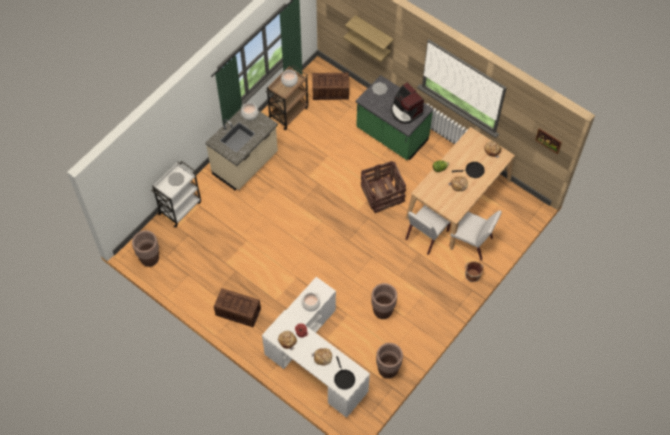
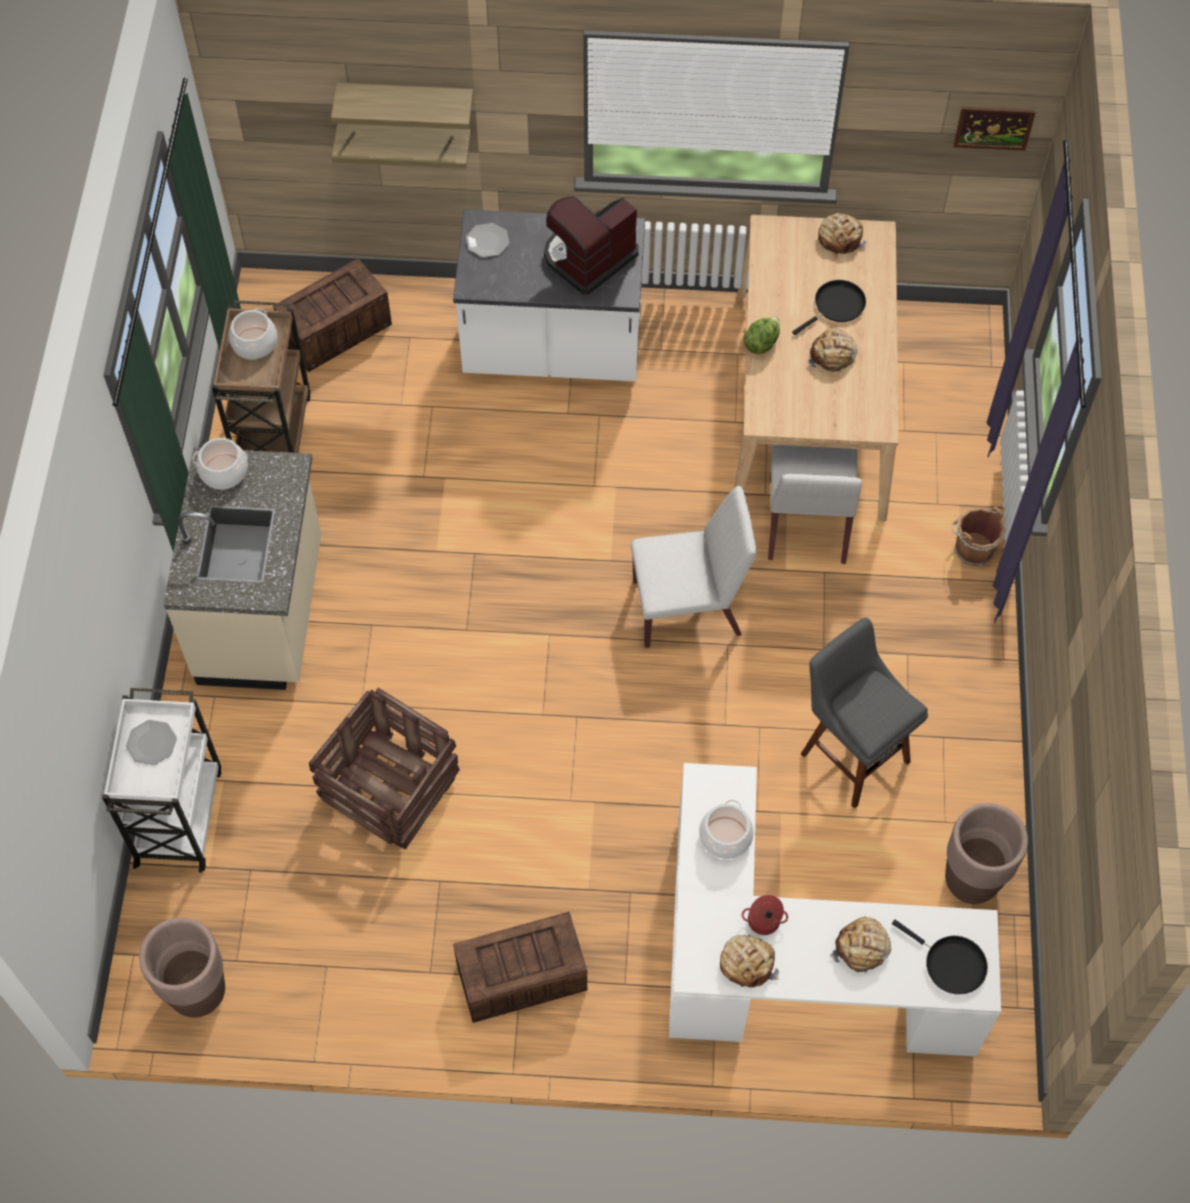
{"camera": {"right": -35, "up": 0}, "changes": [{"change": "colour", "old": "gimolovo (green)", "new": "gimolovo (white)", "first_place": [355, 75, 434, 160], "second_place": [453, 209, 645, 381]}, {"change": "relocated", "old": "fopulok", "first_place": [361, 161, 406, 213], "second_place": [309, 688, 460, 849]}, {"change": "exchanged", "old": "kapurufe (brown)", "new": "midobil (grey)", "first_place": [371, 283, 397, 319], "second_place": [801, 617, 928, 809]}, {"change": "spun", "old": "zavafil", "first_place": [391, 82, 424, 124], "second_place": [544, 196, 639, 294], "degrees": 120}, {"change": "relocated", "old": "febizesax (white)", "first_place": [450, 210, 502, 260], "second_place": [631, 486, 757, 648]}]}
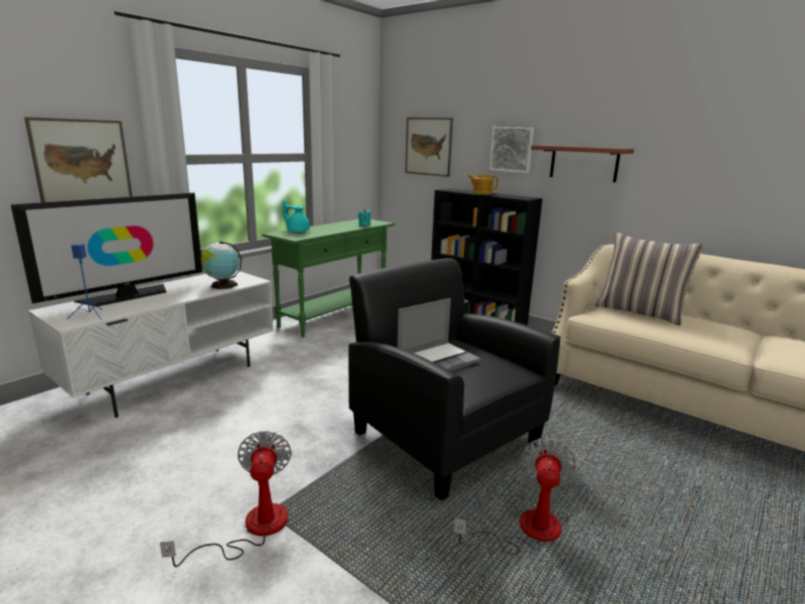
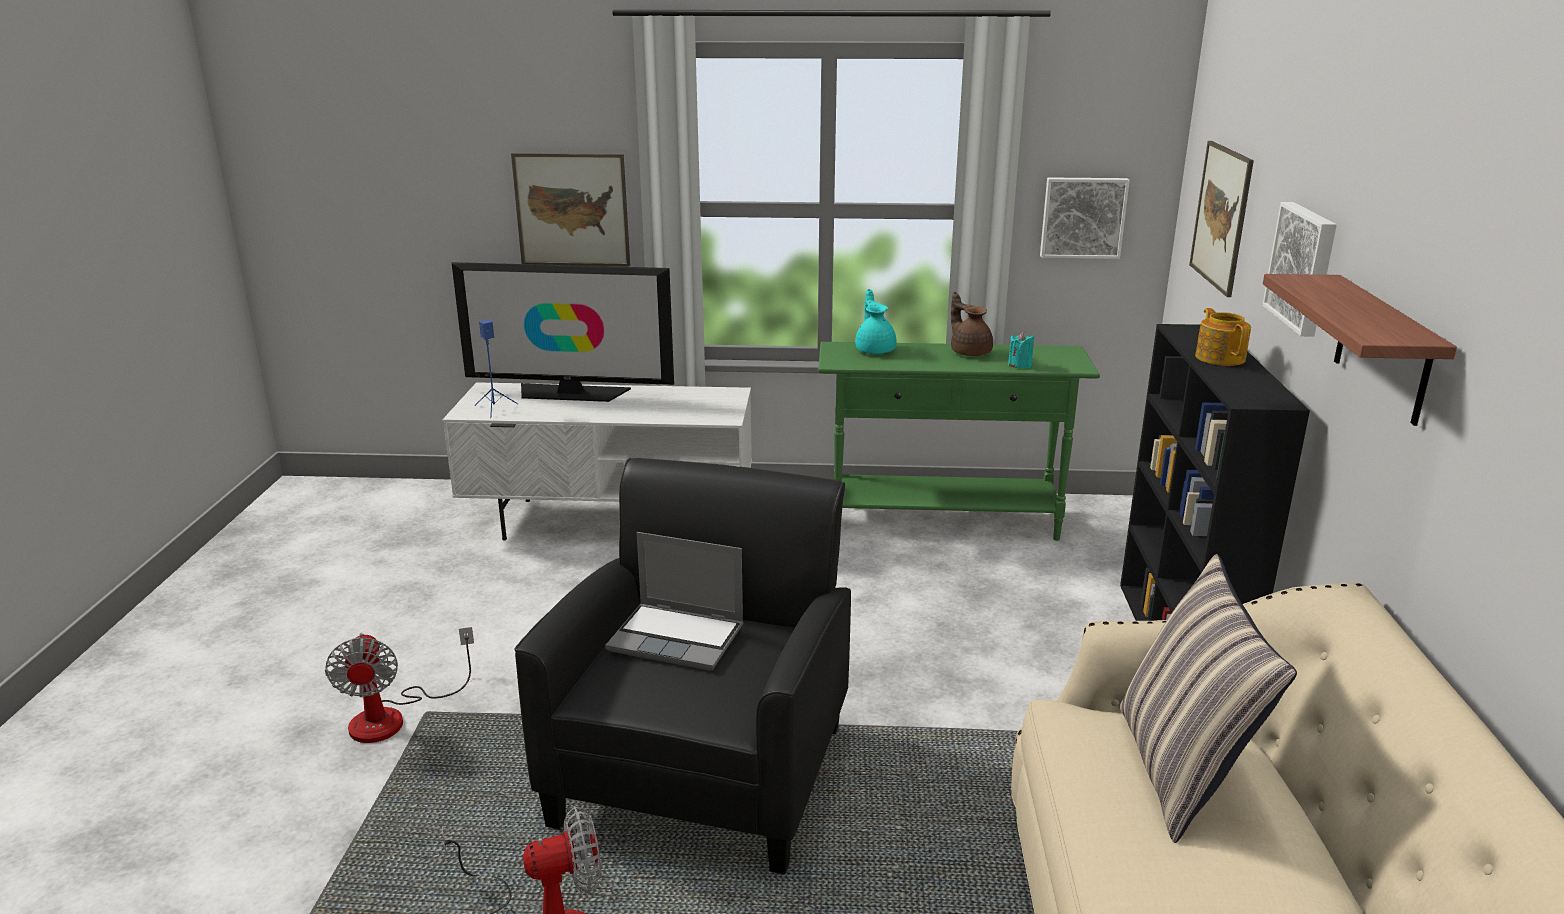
{"camera": {"right": 55, "up": 5}, "changes": [{"change": "spun", "old": "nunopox", "first_place": [160, 431, 292, 567], "second_place": [325, 627, 474, 743], "degrees": 120}, {"change": "missing", "old": "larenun", "first_place": [201, 241, 242, 289]}, {"change": "appeared", "new": "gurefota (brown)", "second_place": [951, 292, 993, 356]}, {"change": "appeared", "new": "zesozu", "second_place": [1040, 177, 1130, 259]}]}
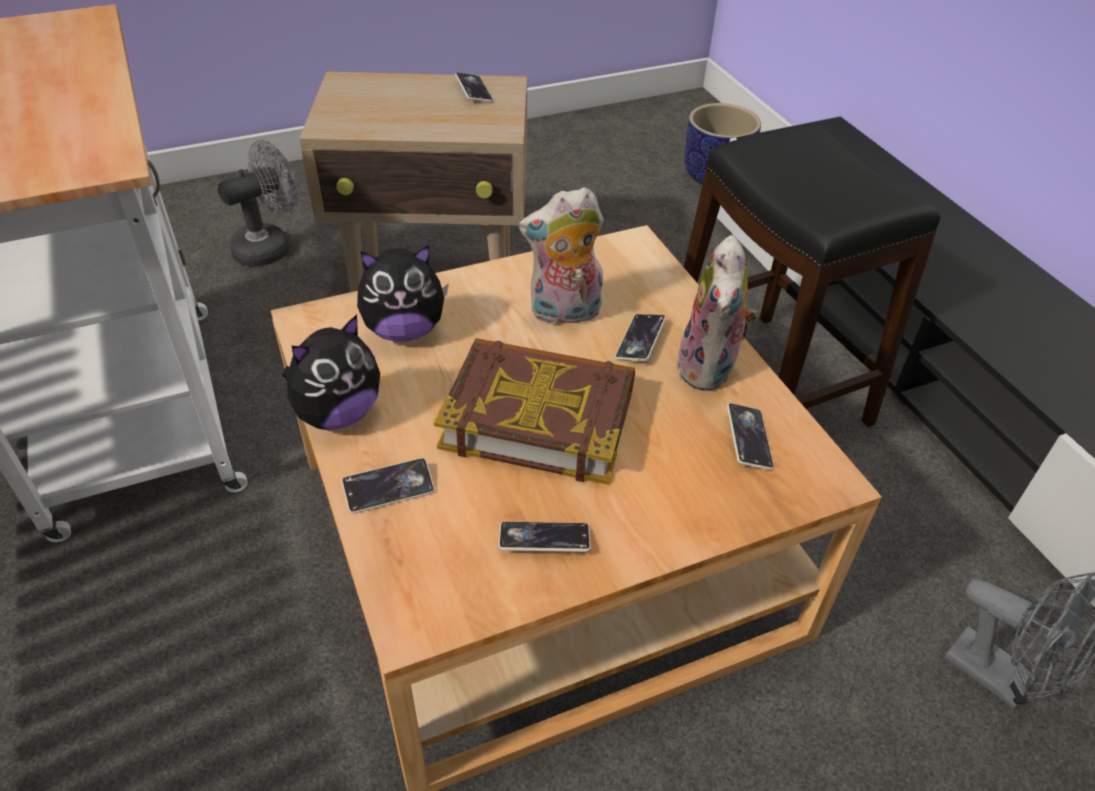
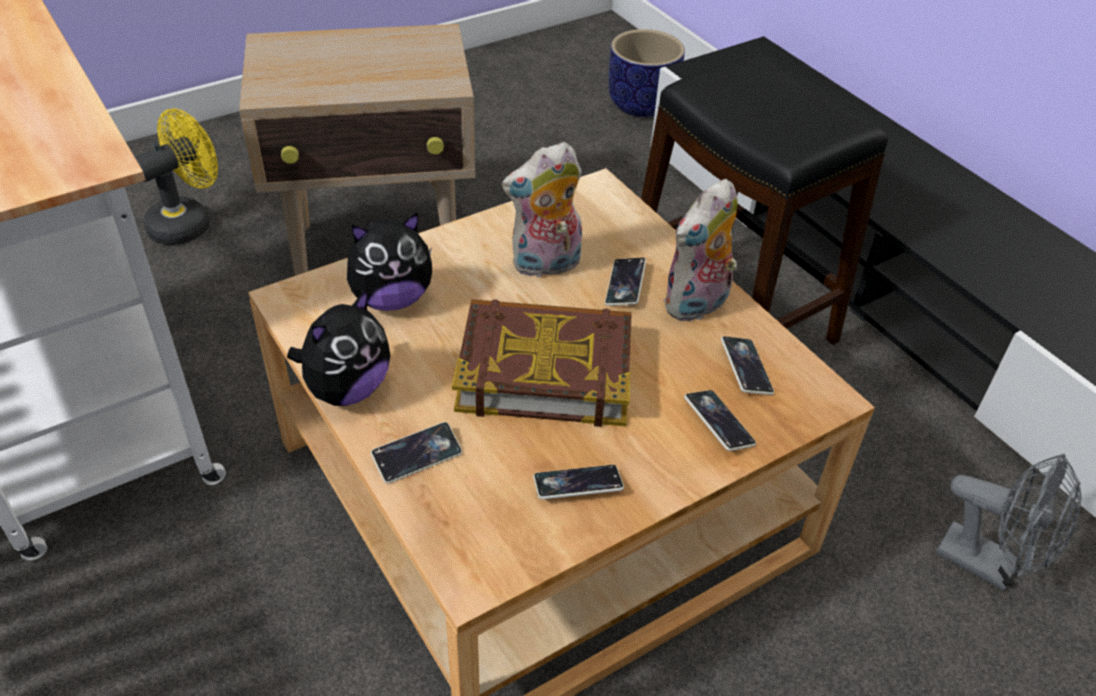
{"camera": {"right": -10, "up": 0}, "changes": [{"change": "colour", "old": "nunopox (grey)", "new": "nunopox (yellow)", "first_place": [218, 140, 298, 267], "second_place": [135, 108, 218, 245]}, {"change": "relocated", "old": "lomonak", "first_place": [455, 73, 493, 102], "second_place": [684, 390, 756, 451]}, {"change": "spun", "old": "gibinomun", "first_place": [677, 235, 758, 391], "second_place": [663, 179, 738, 323], "degrees": 45}]}
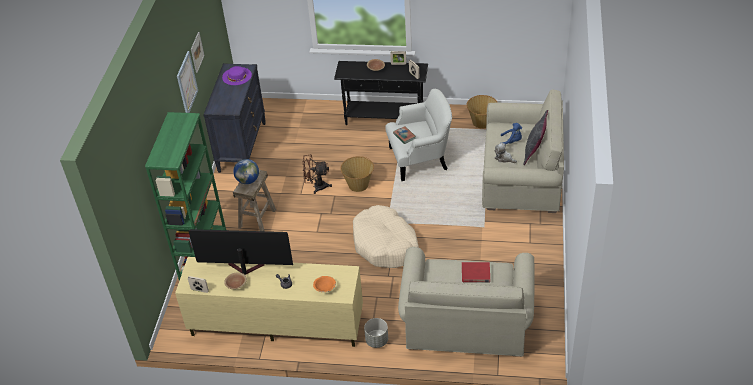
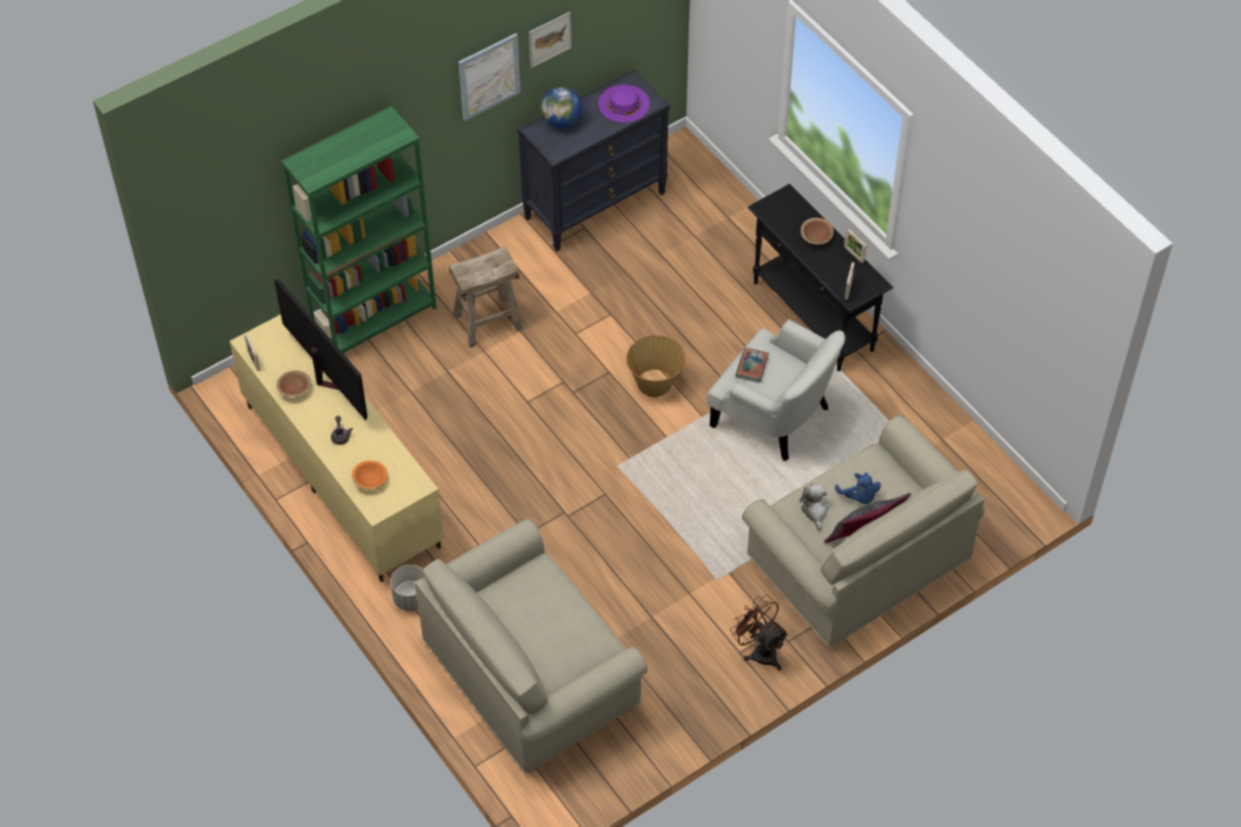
{"camera": {"right": 45, "up": 10}, "changes": [{"change": "relocated", "old": "larenun", "first_place": [233, 159, 259, 184], "second_place": [541, 87, 582, 128]}, {"change": "relocated", "old": "nunopox (brown)", "first_place": [303, 154, 332, 194], "second_place": [730, 595, 788, 670]}, {"change": "missing", "old": "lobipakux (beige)", "first_place": [353, 205, 419, 268]}, {"change": "missing", "old": "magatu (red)", "first_place": [462, 262, 490, 283]}, {"change": "missing", "old": "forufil", "first_place": [467, 95, 498, 128]}]}
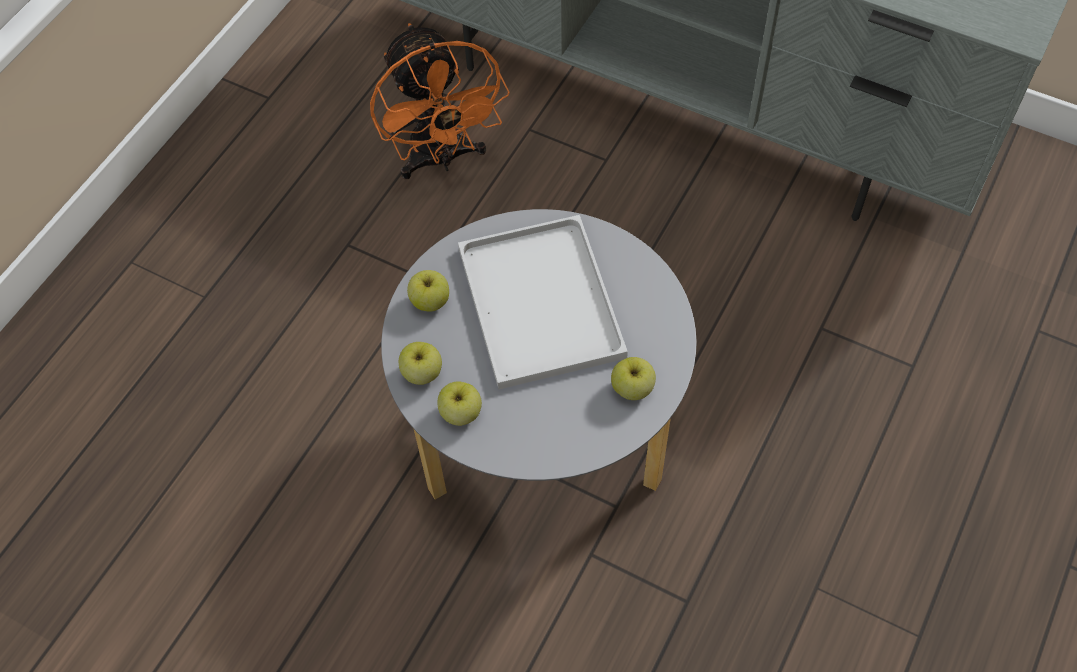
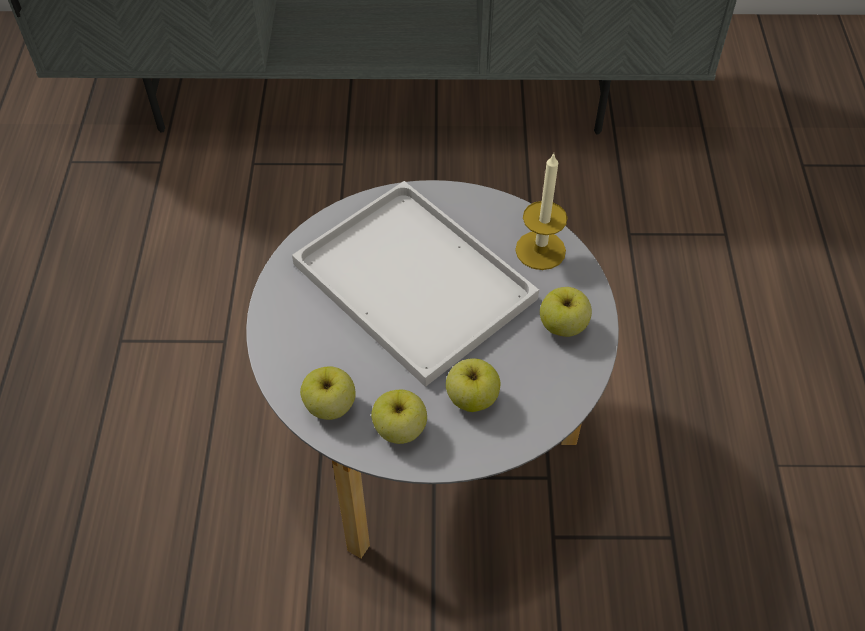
{"camera": {"right": -30, "up": -5}, "changes": [{"change": "missing", "old": "nunopox (orange)", "first_place": [370, 23, 510, 179]}, {"change": "relocated", "old": "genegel", "first_place": [407, 270, 449, 312], "second_place": [446, 358, 500, 412]}, {"change": "appeared", "new": "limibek", "second_place": [515, 152, 568, 270]}]}
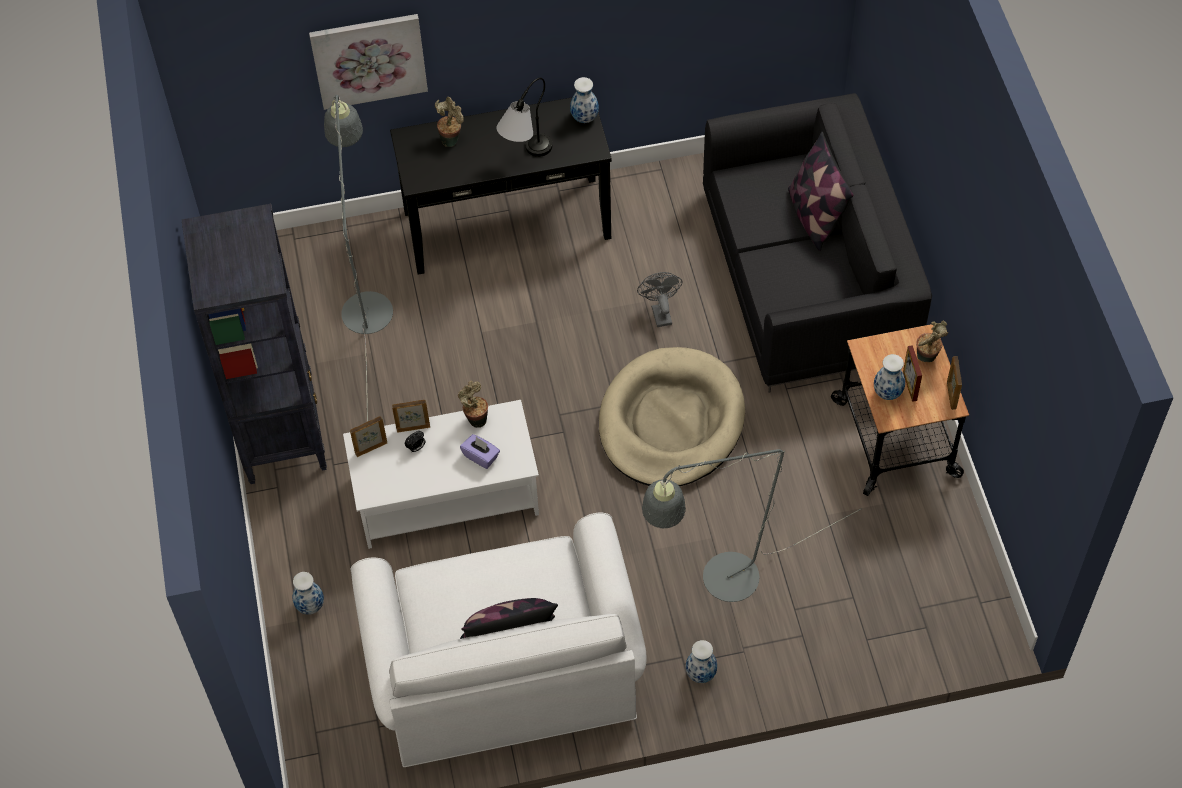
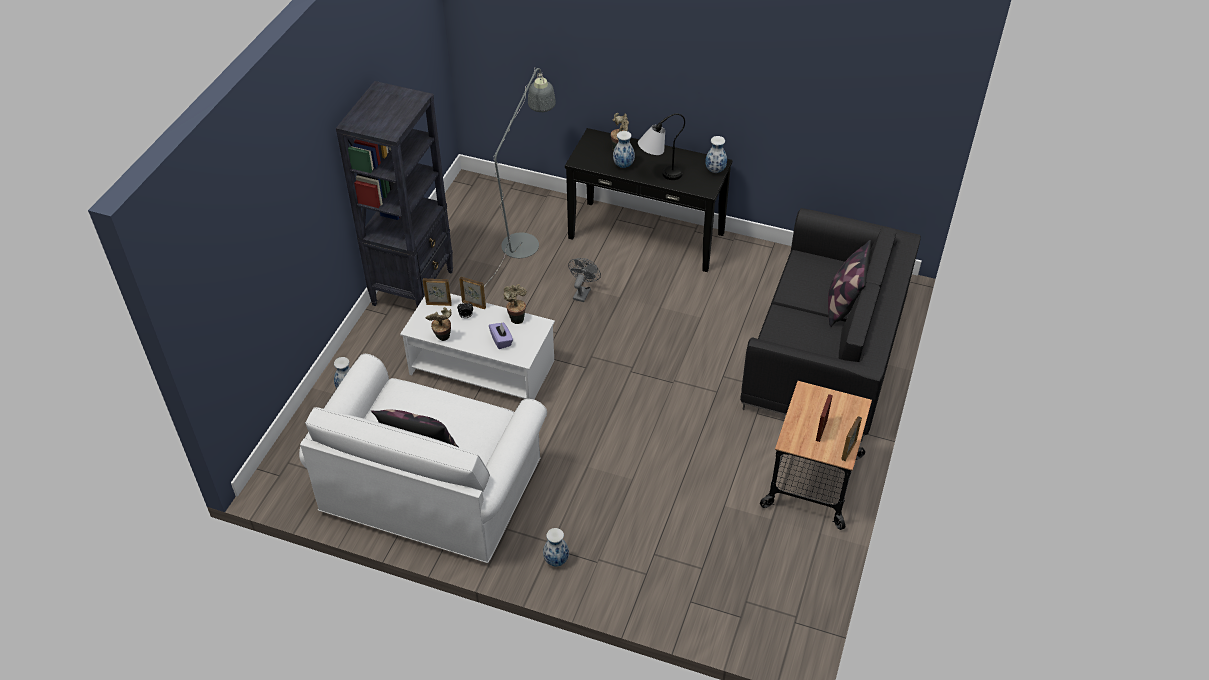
{"camera": {"right": 30, "up": -10}, "changes": [{"change": "missing", "old": "zesozu", "first_place": [309, 14, 428, 110]}, {"change": "missing", "old": "lobipakux (beige)", "first_place": [599, 347, 745, 486]}, {"change": "relocated", "old": "nunopox (grey)", "first_place": [637, 272, 682, 327], "second_place": [568, 258, 601, 302]}, {"change": "missing", "old": "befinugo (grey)", "first_place": [642, 449, 861, 602]}, {"change": "relocated", "old": "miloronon", "first_place": [874, 354, 905, 400], "second_place": [613, 131, 635, 168]}, {"change": "relocated", "old": "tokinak", "first_place": [916, 321, 948, 362], "second_place": [426, 307, 452, 341]}]}
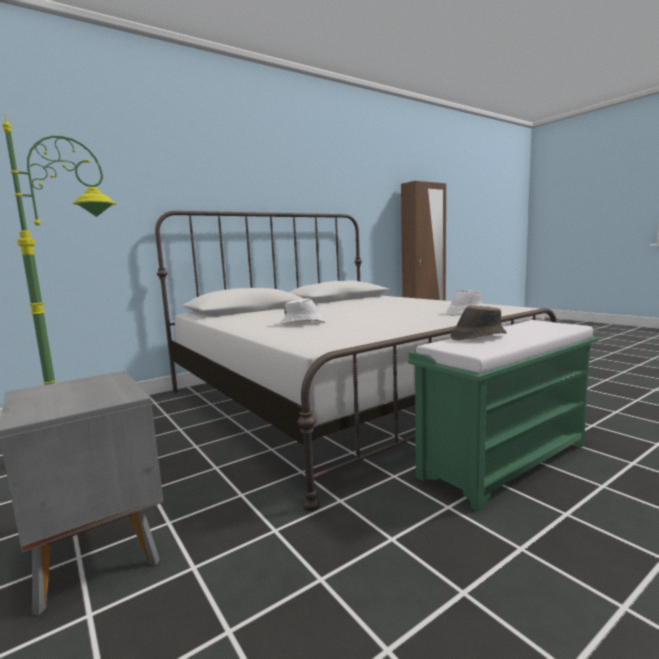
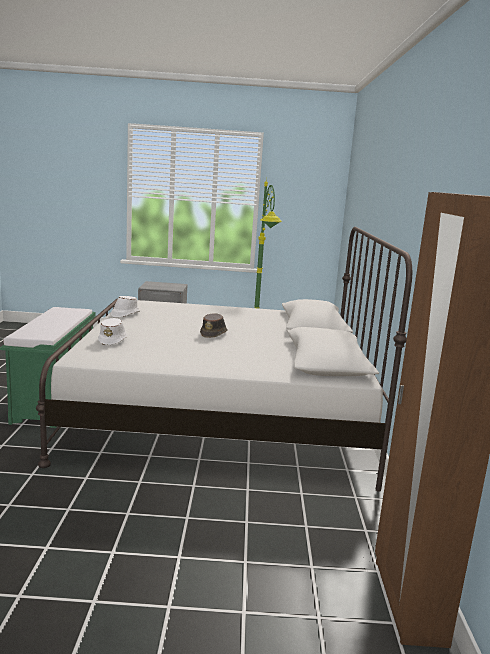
{"camera": {"right": 125, "up": 5}, "changes": [{"change": "relocated", "old": "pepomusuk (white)", "first_place": [280, 298, 326, 324], "second_place": [111, 296, 140, 318]}, {"change": "relocated", "old": "pepomusuk (brown)", "first_place": [450, 305, 507, 340], "second_place": [200, 313, 228, 338]}]}
